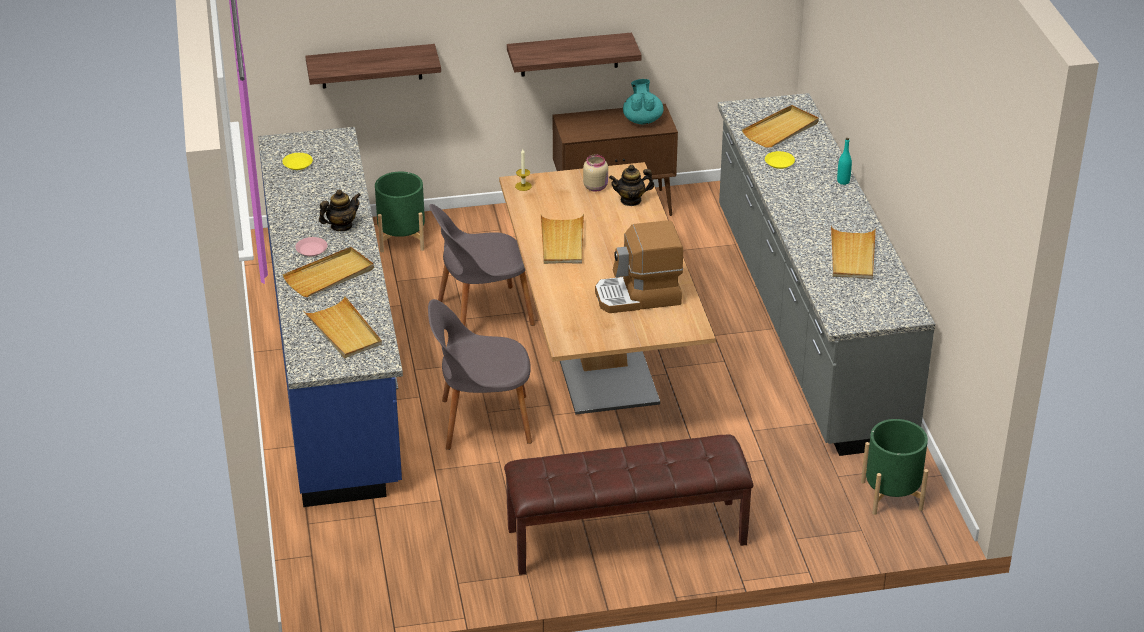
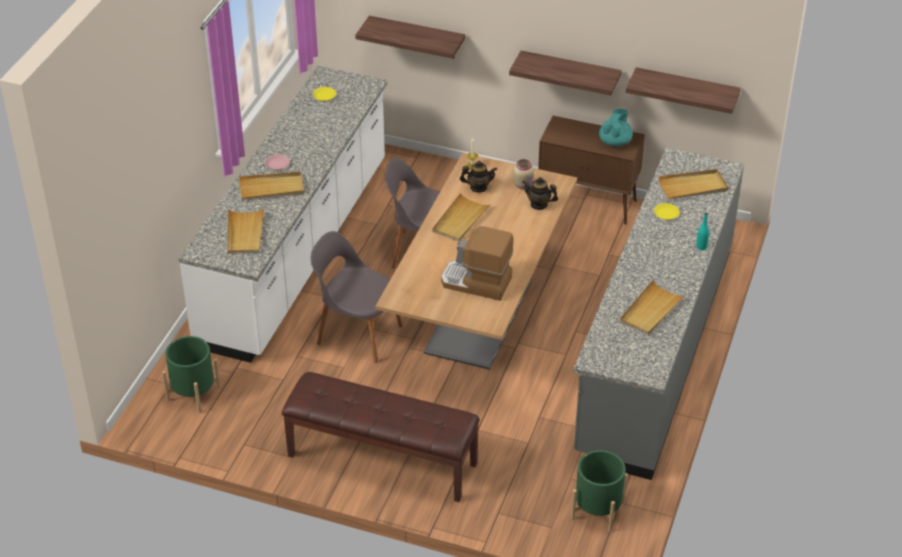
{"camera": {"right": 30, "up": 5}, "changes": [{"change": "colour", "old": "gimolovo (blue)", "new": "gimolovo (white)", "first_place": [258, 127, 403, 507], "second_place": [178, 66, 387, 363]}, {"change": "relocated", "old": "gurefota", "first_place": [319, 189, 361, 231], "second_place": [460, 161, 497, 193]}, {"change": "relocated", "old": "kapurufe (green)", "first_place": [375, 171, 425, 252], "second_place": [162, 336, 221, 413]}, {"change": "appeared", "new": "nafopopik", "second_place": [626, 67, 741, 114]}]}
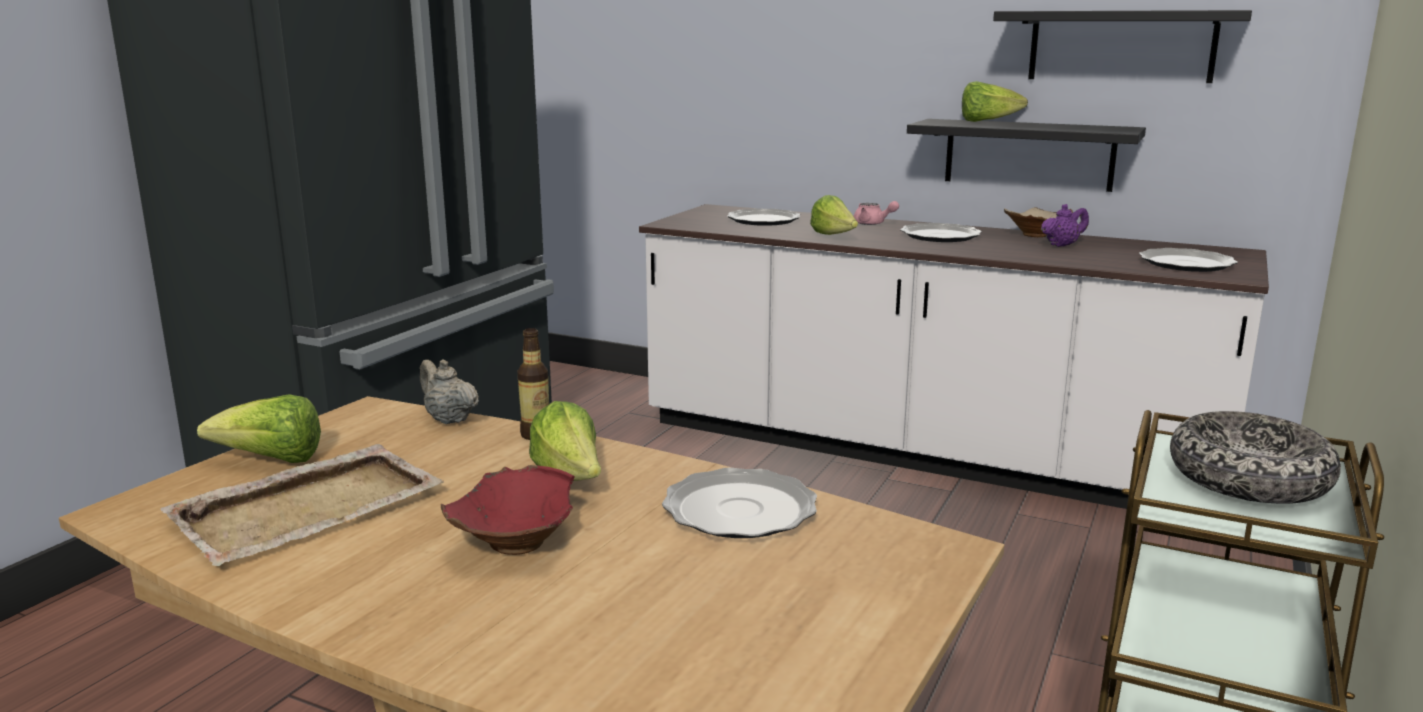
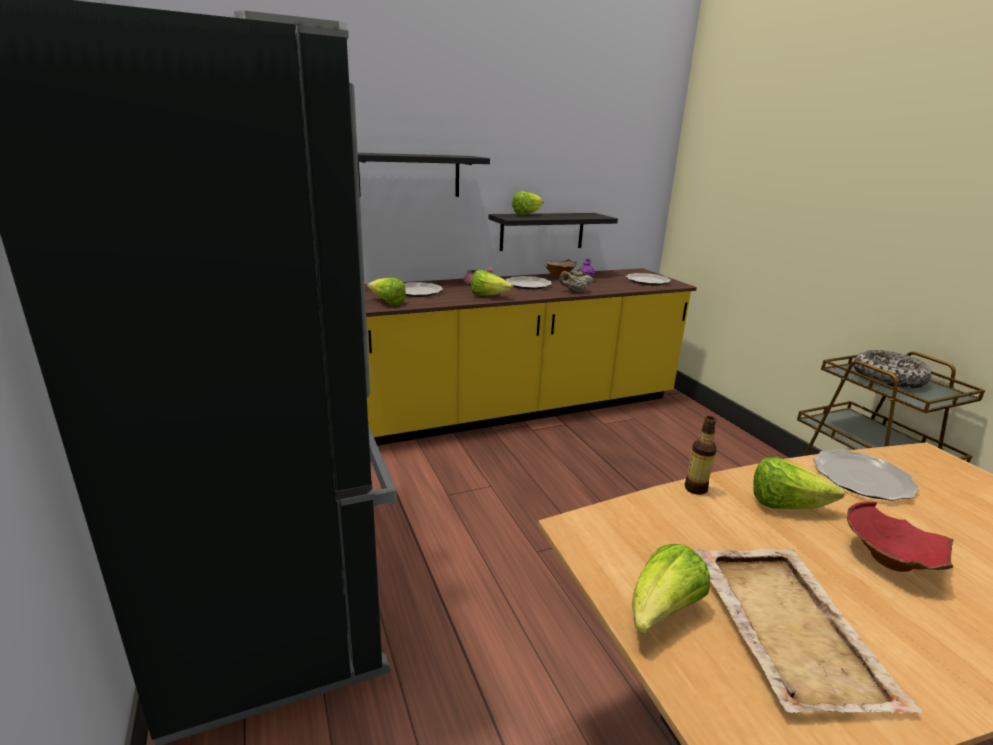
{"camera": {"right": -50, "up": 5}, "changes": [{"change": "relocated", "old": "gurefota (beige)", "first_place": [420, 359, 479, 424], "second_place": [559, 268, 593, 293]}, {"change": "colour", "old": "gimolovo (white)", "new": "gimolovo (yellow)", "first_place": [639, 204, 1269, 509], "second_place": [364, 268, 697, 446]}, {"change": "relocated", "old": "nafopopik (black)", "first_place": [993, 10, 1252, 83], "second_place": [358, 153, 490, 197]}, {"change": "appeared", "new": "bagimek", "second_place": [367, 278, 406, 305]}]}
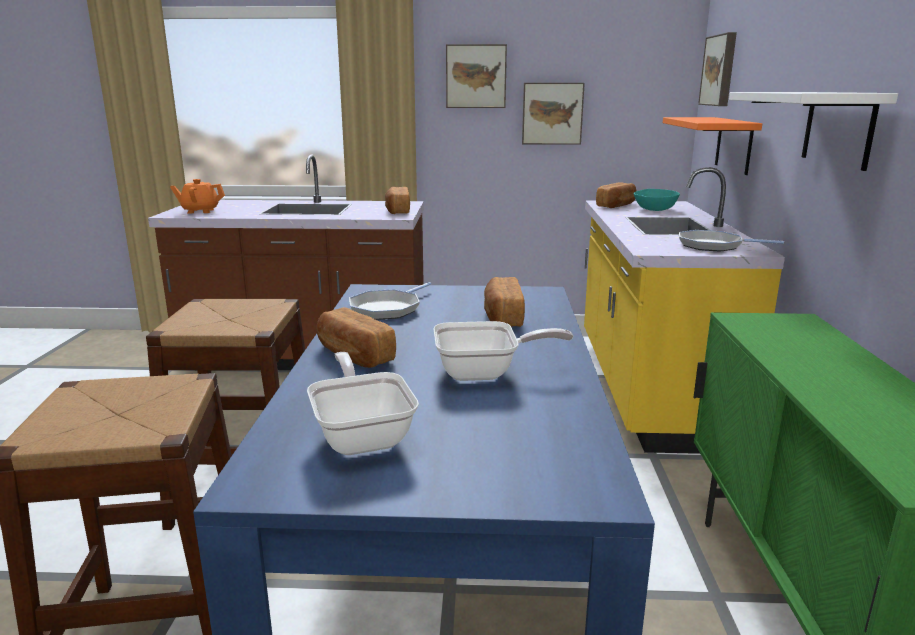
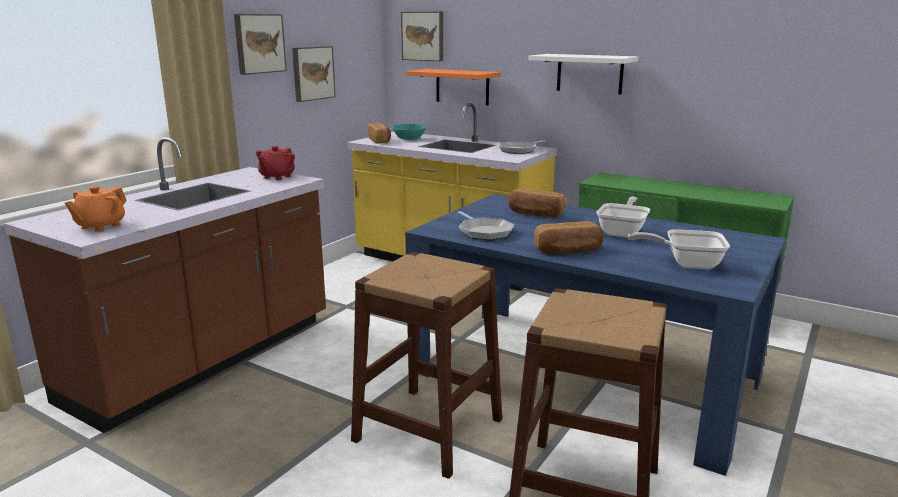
{"camera": {"right": -60, "up": 0}, "changes": [{"change": "exchanged", "old": "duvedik", "new": "gurefota (red)", "first_place": [385, 187, 410, 214], "second_place": [256, 146, 295, 180]}]}
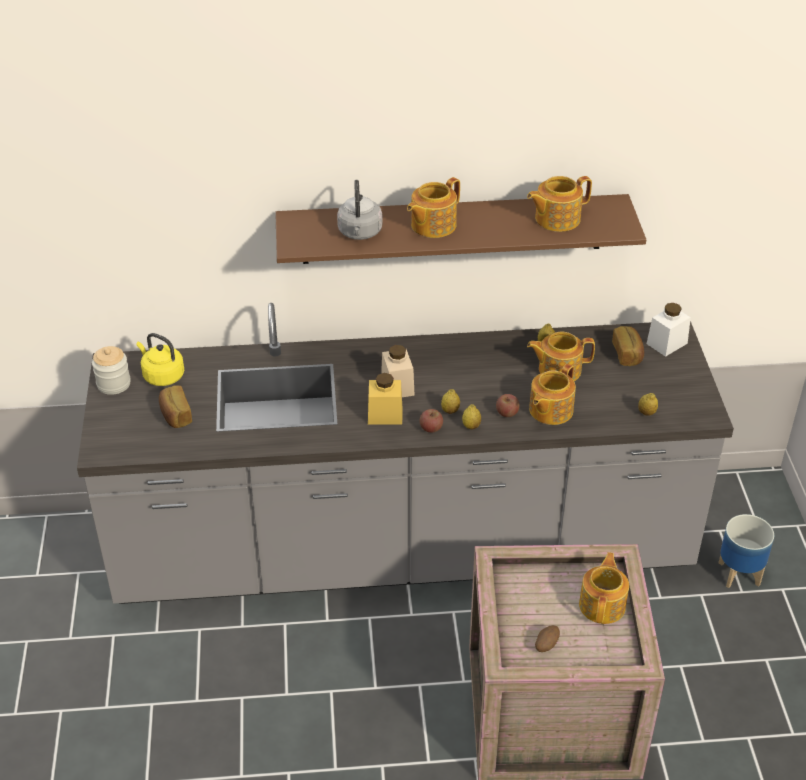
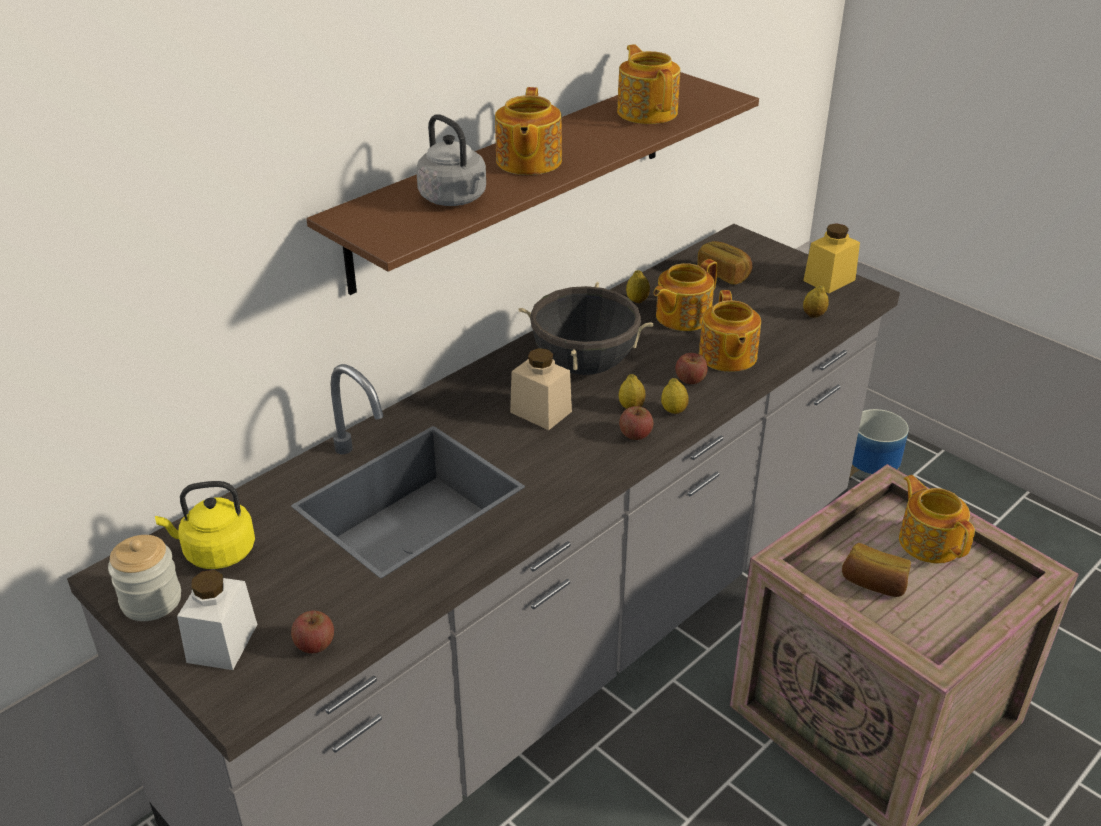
{"camera": {"right": -40, "up": -5}, "changes": [{"change": "relocated", "old": "duvedik", "first_place": [159, 386, 192, 428], "second_place": [842, 543, 911, 597]}, {"change": "relocated", "old": "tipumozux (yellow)", "first_place": [368, 373, 402, 424], "second_place": [803, 223, 860, 293]}, {"change": "spun", "old": "gurefota", "first_place": [527, 176, 592, 232], "second_place": [617, 44, 680, 124], "degrees": 135}, {"change": "missing", "old": "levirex", "first_place": [535, 625, 560, 652]}, {"change": "relocated", "old": "tipumozux (white)", "first_place": [646, 303, 691, 357], "second_place": [177, 570, 257, 670]}, {"change": "appeared", "new": "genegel", "second_place": [291, 611, 334, 653]}, {"change": "appeared", "new": "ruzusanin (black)", "second_place": [518, 282, 654, 375]}]}
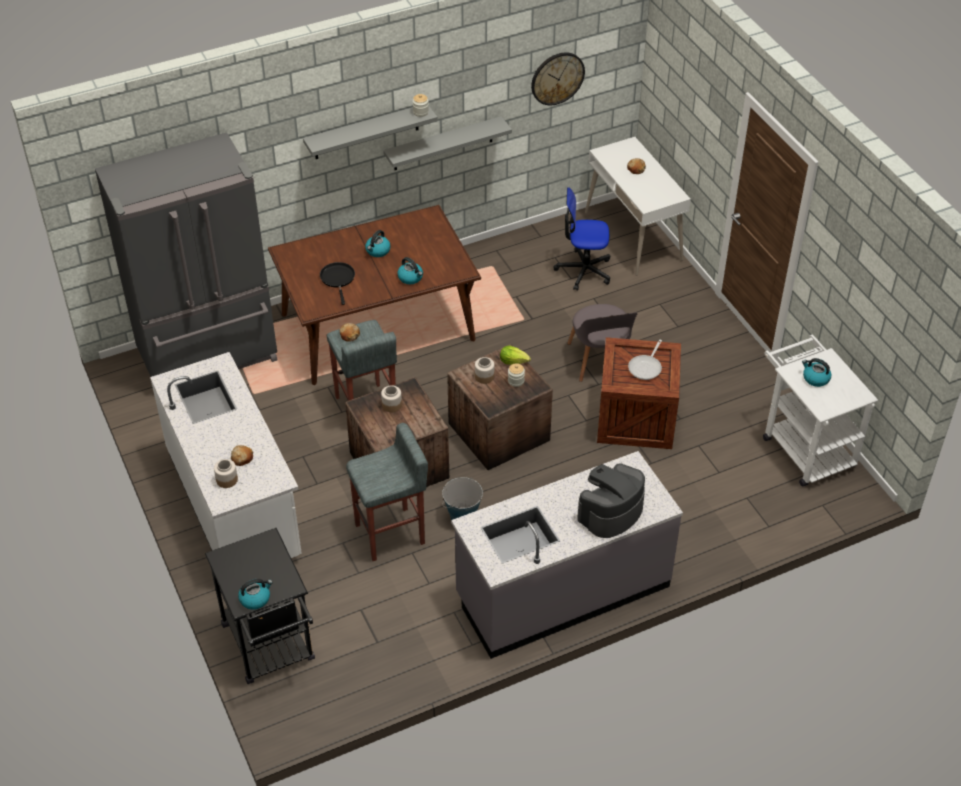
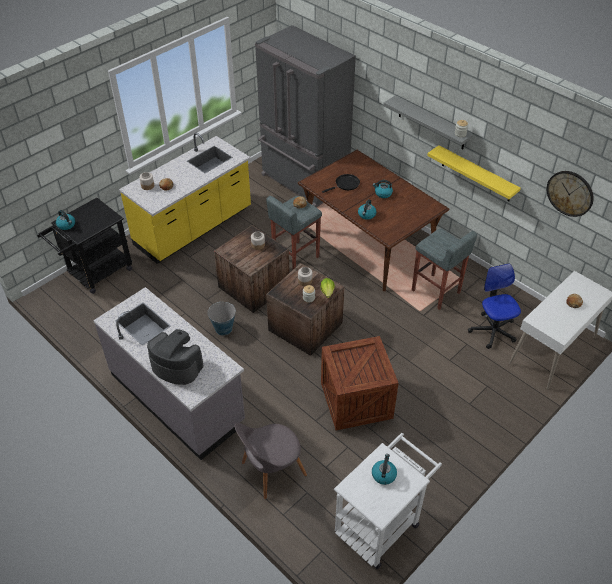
{"camera": {"right": 70, "up": 0}, "changes": [{"change": "colour", "old": "gimolovo (white)", "new": "gimolovo (yellow)", "first_place": [150, 352, 302, 558], "second_place": [119, 133, 251, 264]}, {"change": "relocated", "old": "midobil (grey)", "first_place": [346, 423, 428, 561], "second_place": [412, 229, 477, 310]}, {"change": "colour", "old": "nafopopik (grey)", "new": "nafopopik (yellow)", "first_place": [383, 116, 512, 170], "second_place": [427, 145, 521, 201]}, {"change": "relocated", "old": "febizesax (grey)", "first_place": [567, 304, 637, 382], "second_place": [235, 423, 307, 499]}, {"change": "missing", "old": "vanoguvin", "first_place": [628, 339, 662, 380]}]}
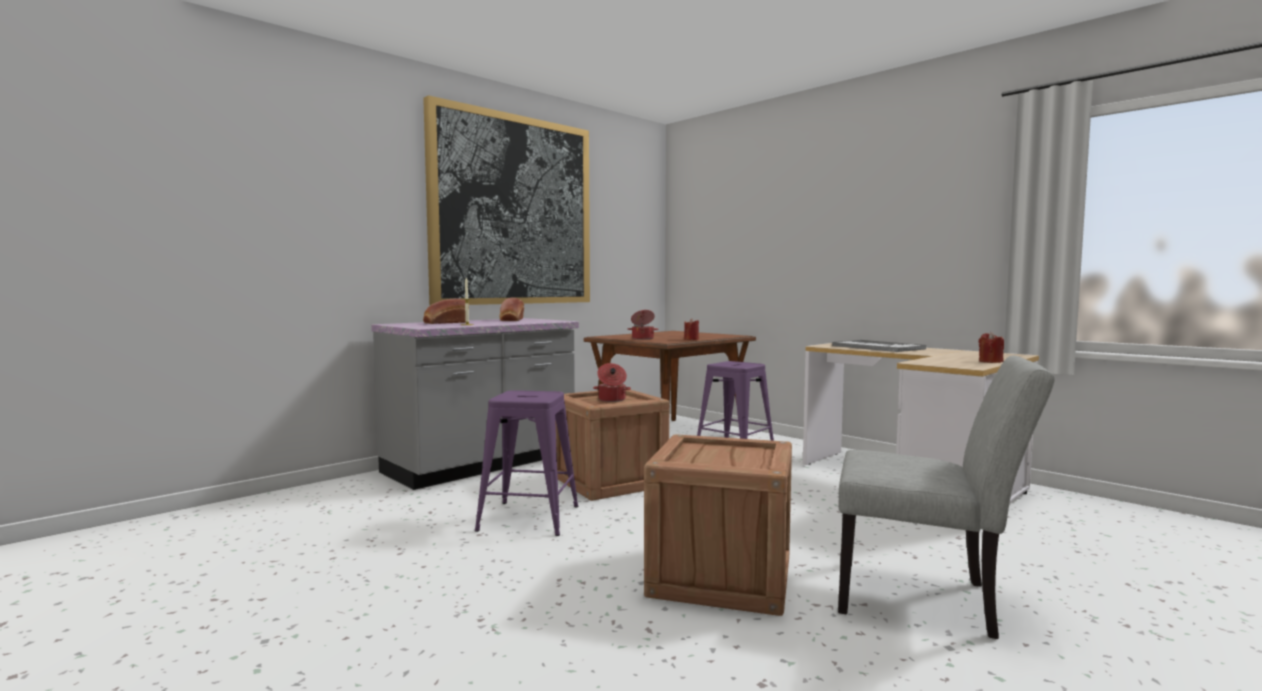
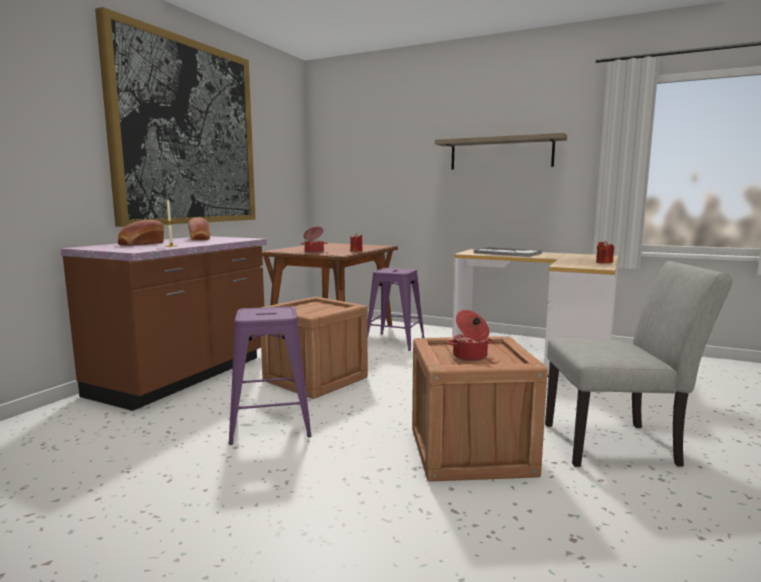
{"camera": {"right": -20, "up": 5}, "changes": [{"change": "colour", "old": "gimolovo (grey)", "new": "gimolovo (brown)", "first_place": [371, 318, 579, 490], "second_place": [60, 236, 267, 411]}, {"change": "relocated", "old": "ruzusanin", "first_place": [593, 363, 631, 402], "second_place": [447, 310, 494, 361]}, {"change": "appeared", "new": "nafopopik", "second_place": [435, 133, 567, 169]}]}
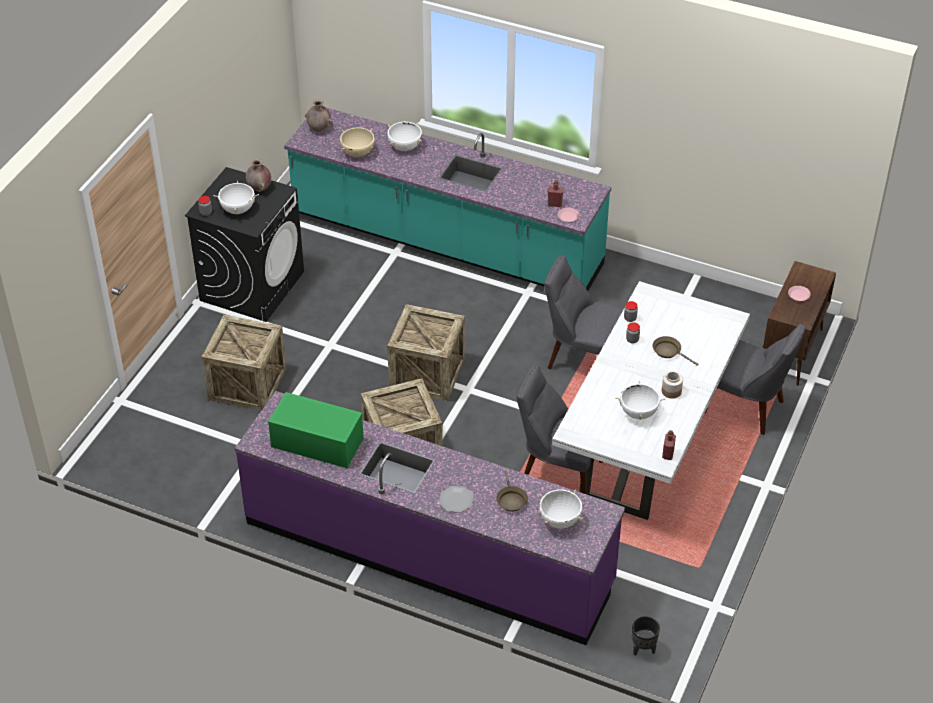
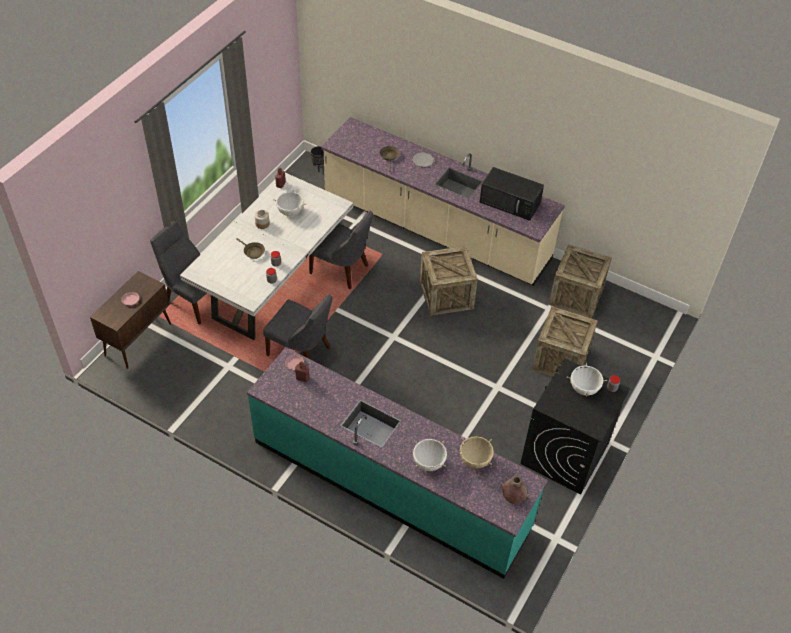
{"camera": {"right": -175, "up": 5}, "changes": [{"change": "colour", "old": "gimolovo (purple)", "new": "gimolovo (beige)", "first_place": [235, 391, 625, 645], "second_place": [321, 117, 565, 286]}, {"change": "missing", "old": "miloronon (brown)", "first_place": [246, 158, 271, 192]}, {"change": "colour", "old": "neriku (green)", "new": "neriku (black)", "first_place": [268, 392, 364, 468], "second_place": [480, 167, 544, 221]}, {"change": "relocated", "old": "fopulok", "first_place": [387, 304, 465, 401], "second_place": [549, 244, 612, 319]}, {"change": "missing", "old": "ruzusanin (white)", "first_place": [539, 490, 583, 529]}]}
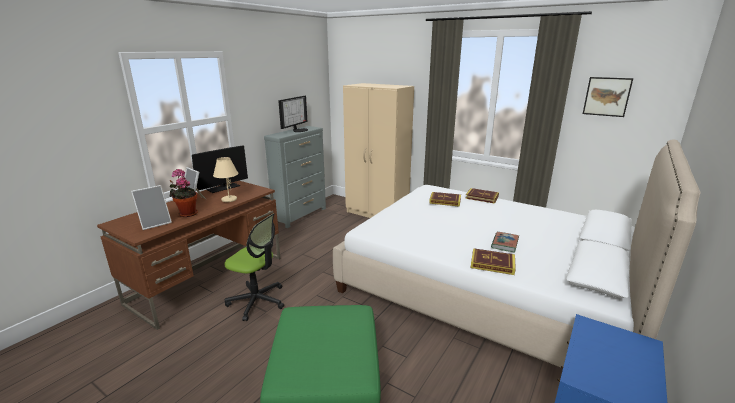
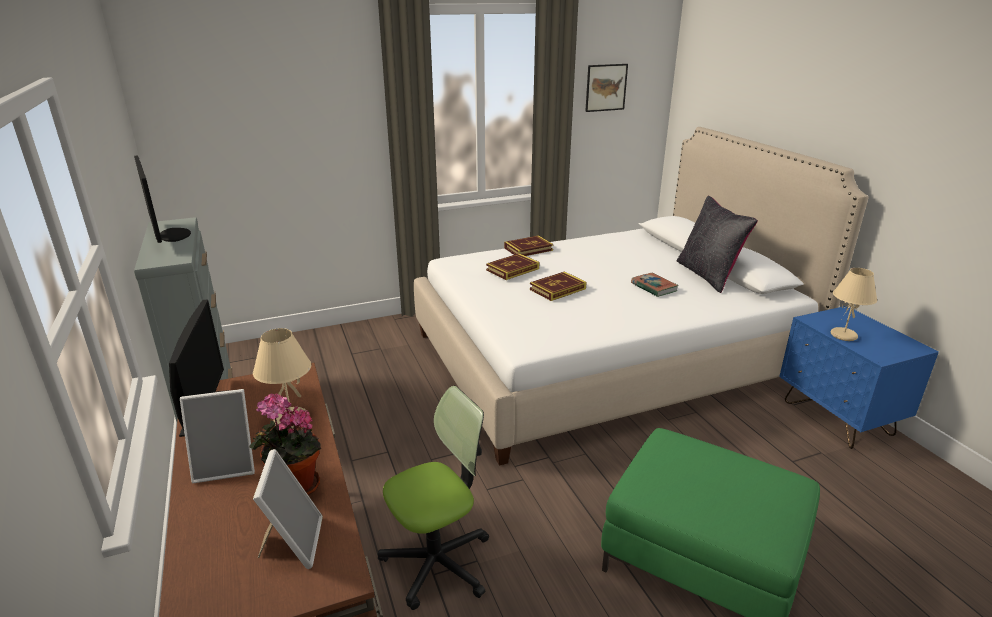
{"camera": {"right": -55, "up": 5}, "changes": [{"change": "missing", "old": "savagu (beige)", "first_place": [343, 83, 414, 218]}, {"change": "relocated", "old": "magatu", "first_place": [471, 248, 516, 275], "second_place": [530, 271, 587, 301]}, {"change": "appeared", "new": "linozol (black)", "second_place": [677, 196, 758, 293]}, {"change": "appeared", "new": "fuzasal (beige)", "second_place": [831, 268, 877, 341]}]}
